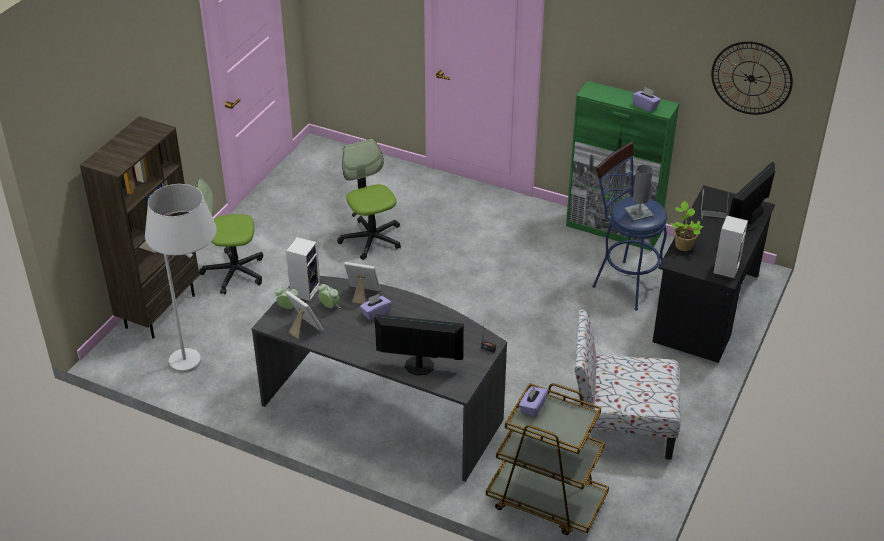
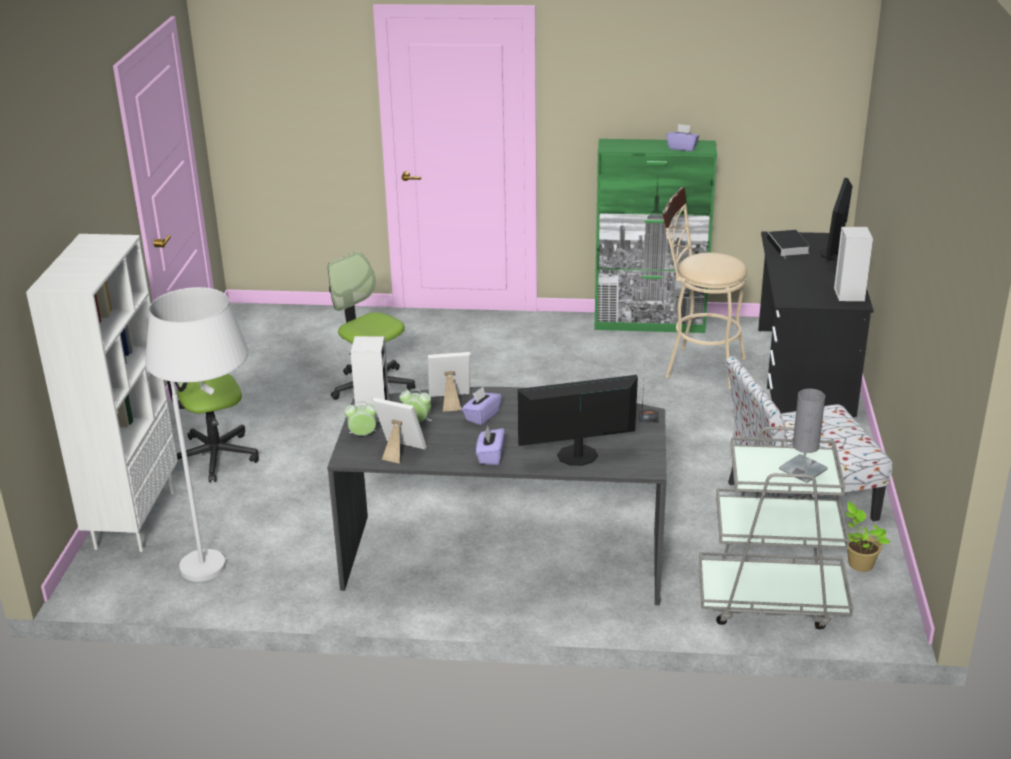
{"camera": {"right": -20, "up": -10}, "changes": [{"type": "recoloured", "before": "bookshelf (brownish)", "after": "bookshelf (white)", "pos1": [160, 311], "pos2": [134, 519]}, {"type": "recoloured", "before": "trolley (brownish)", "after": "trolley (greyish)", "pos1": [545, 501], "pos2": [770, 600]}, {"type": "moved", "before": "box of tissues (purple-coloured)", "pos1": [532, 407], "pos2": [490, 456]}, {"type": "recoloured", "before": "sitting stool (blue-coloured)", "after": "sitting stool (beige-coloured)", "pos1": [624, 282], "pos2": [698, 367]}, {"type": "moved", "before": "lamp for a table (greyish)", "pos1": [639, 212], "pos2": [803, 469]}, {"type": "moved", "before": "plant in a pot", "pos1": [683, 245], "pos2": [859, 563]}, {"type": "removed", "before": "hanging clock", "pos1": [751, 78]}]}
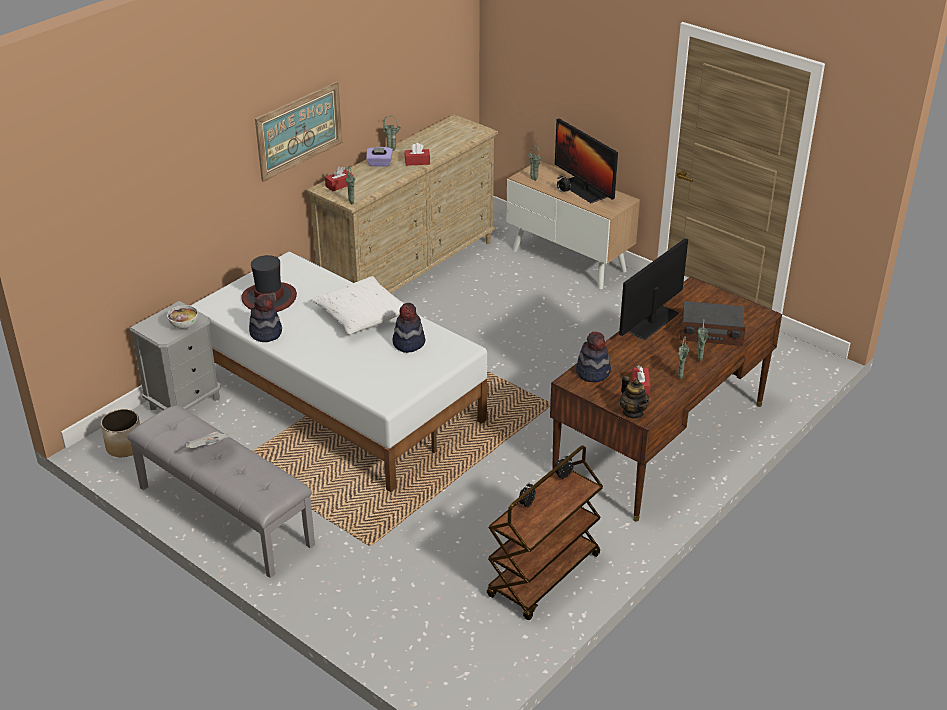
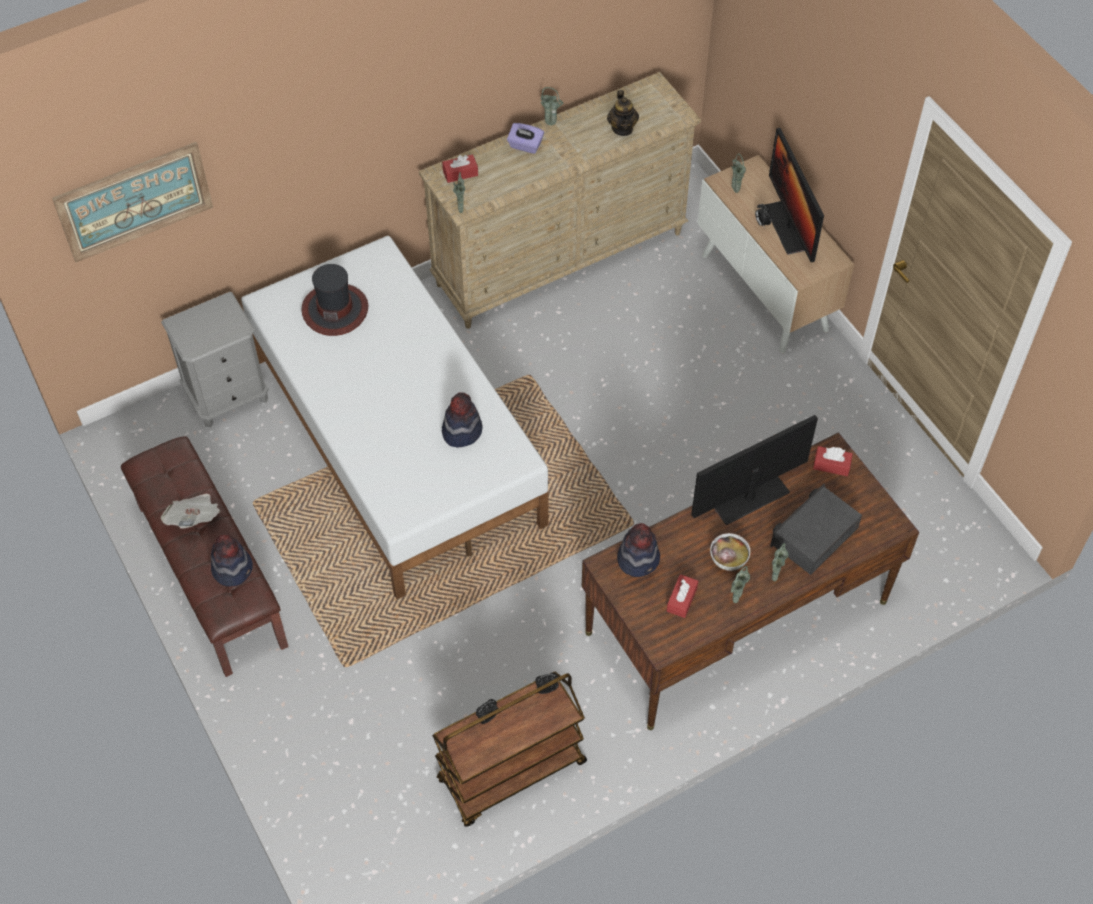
{"camera": {"right": 20, "up": 20}, "changes": [{"type": "removed", "before": "planter", "pos1": [124, 446]}, {"type": "recoloured", "before": "long seat (greyish)", "after": "long seat (brownish)", "pos1": [224, 516], "pos2": [210, 575]}, {"type": "moved", "before": "deep dish", "pos1": [184, 326], "pos2": [728, 560]}, {"type": "moved", "before": "wearable hat", "pos1": [266, 333], "pos2": [233, 568]}, {"type": "moved", "before": "wall picture", "pos1": [299, 130], "pos2": [134, 201]}, {"type": "removed", "before": "throw pillow (white)", "pos1": [362, 315]}, {"type": "moved", "before": "box of tissues (reddish)", "pos1": [417, 162], "pos2": [831, 465]}, {"type": "moved", "before": "teapot", "pos1": [633, 412], "pos2": [622, 128]}, {"type": "turned", "before": "radio receiver", "pos1": [711, 332], "pos2": [813, 536], "turn": 105}]}
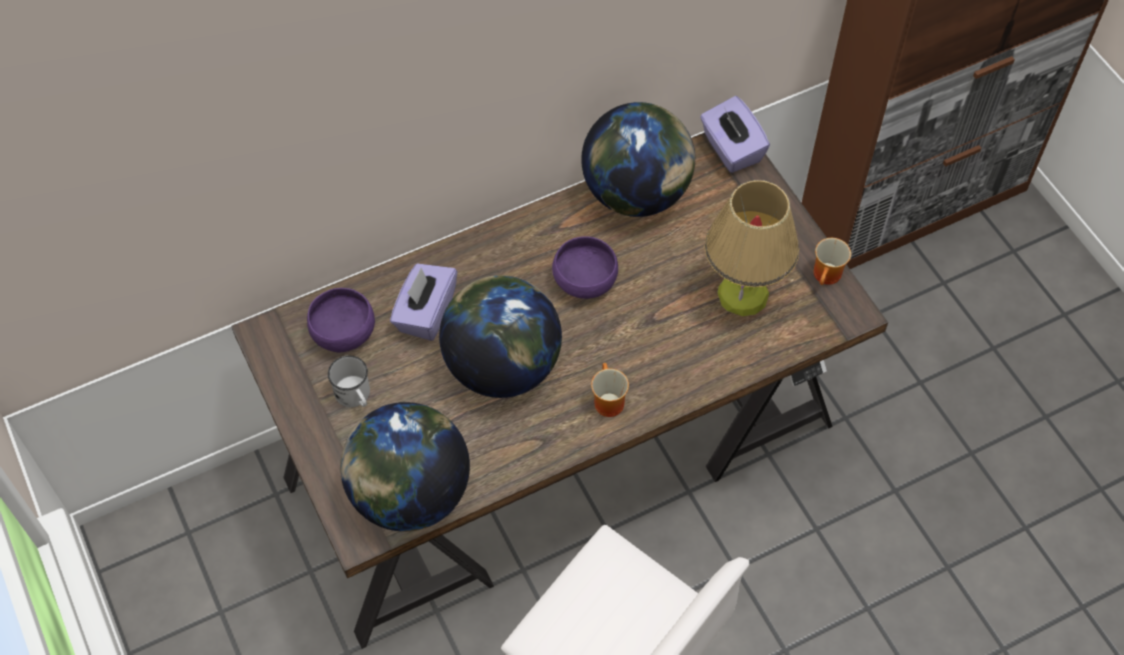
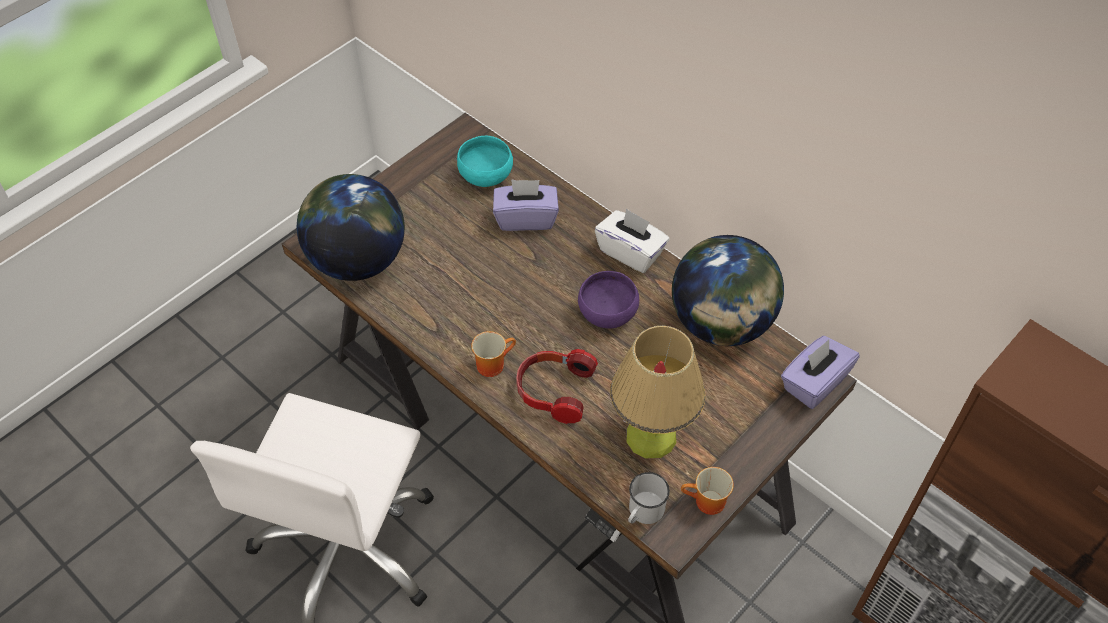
{"camera": {"right": 70, "up": -5}, "changes": [{"type": "recoloured", "before": "deep dish (purple-coloured)", "after": "deep dish (turquoise-coloured)", "pos1": [343, 332], "pos2": [486, 175]}, {"type": "moved", "before": "tea mug (white)", "pos1": [355, 396], "pos2": [643, 512]}, {"type": "removed", "before": "world globe", "pos1": [502, 366]}, {"type": "added", "after": "pair of headphones", "pos2": [553, 390]}, {"type": "added", "after": "box of tissues (white)", "pos2": [631, 252]}]}
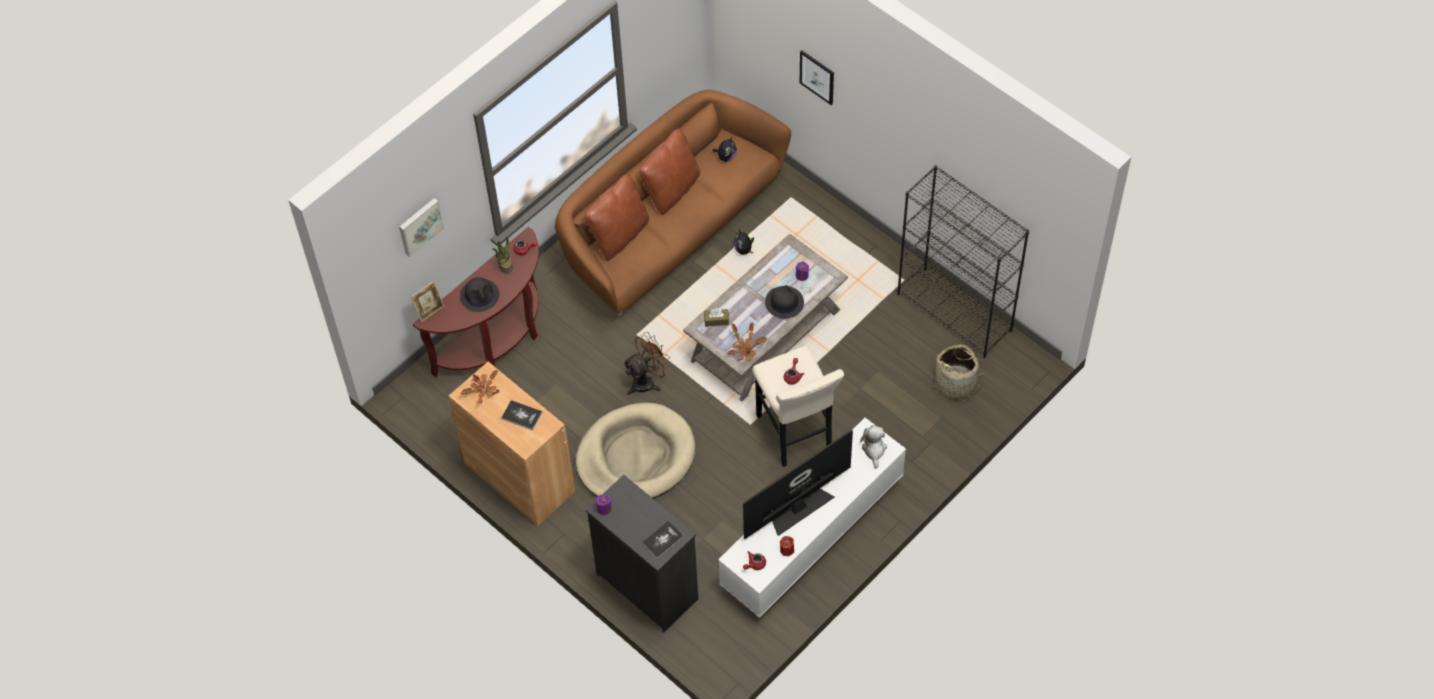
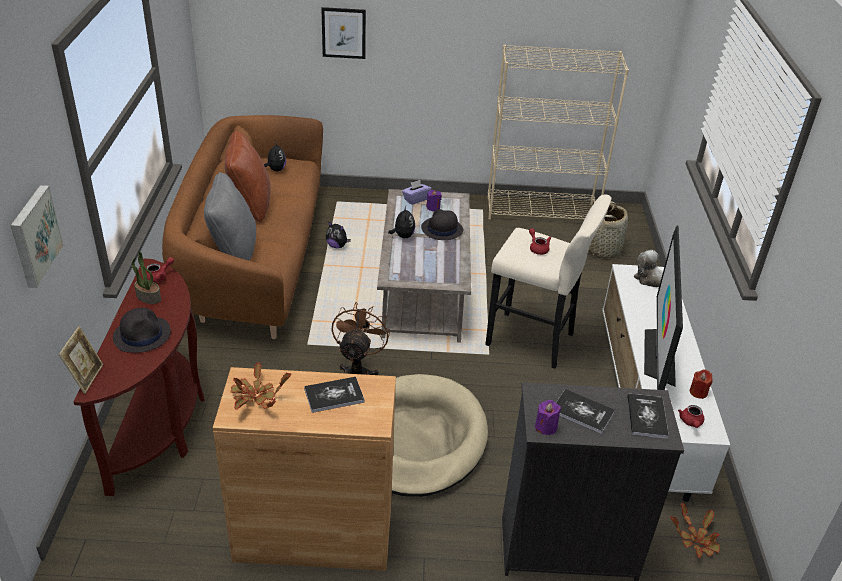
{"camera": {"right": -45, "up": -20}, "changes": [{"type": "recoloured", "before": "throw pillow (brownish)", "after": "throw pillow (greyish)", "pos1": [619, 235], "pos2": [234, 252]}, {"type": "removed", "before": "box of tissues (brownish)", "pos1": [716, 320]}, {"type": "moved", "before": "plant in a pot", "pos1": [745, 348], "pos2": [696, 540]}, {"type": "recoloured", "before": "bookshelf (black-coloured)", "after": "bookshelf (beige-coloured)", "pos1": [955, 312], "pos2": [542, 211]}, {"type": "added", "after": "cuddly toy", "pos2": [403, 236]}, {"type": "added", "after": "box of tissues (purple-coloured)", "pos2": [416, 199]}, {"type": "added", "after": "volume", "pos2": [582, 412]}]}
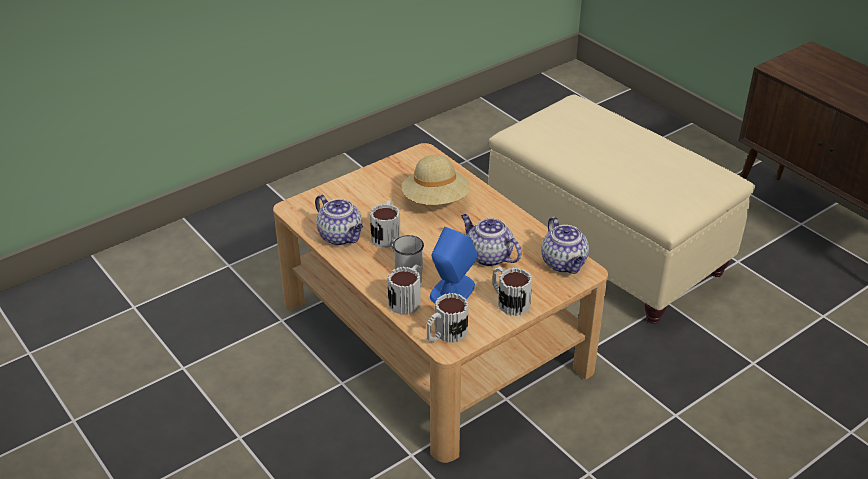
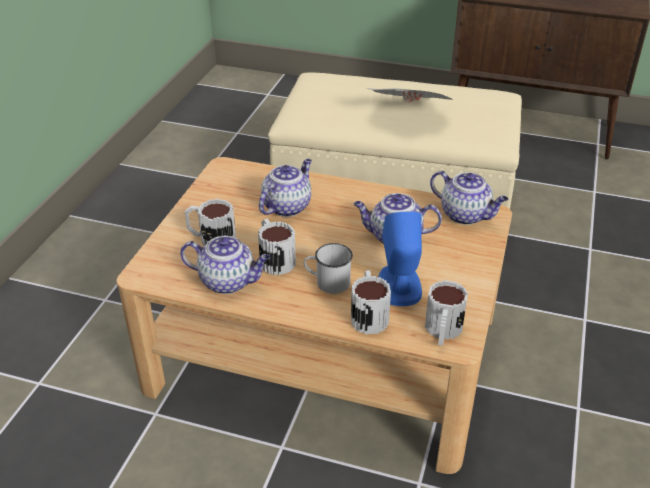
{"camera": {"right": -35, "up": 0}, "changes": [{"type": "replaced", "before": "wearable hat (beige-coloured)", "after": "teapot", "pos1": [436, 200], "pos2": [287, 206]}, {"type": "moved", "before": "tea mug", "pos1": [508, 301], "pos2": [211, 238]}, {"type": "added", "after": "newspaper", "pos2": [409, 115]}]}
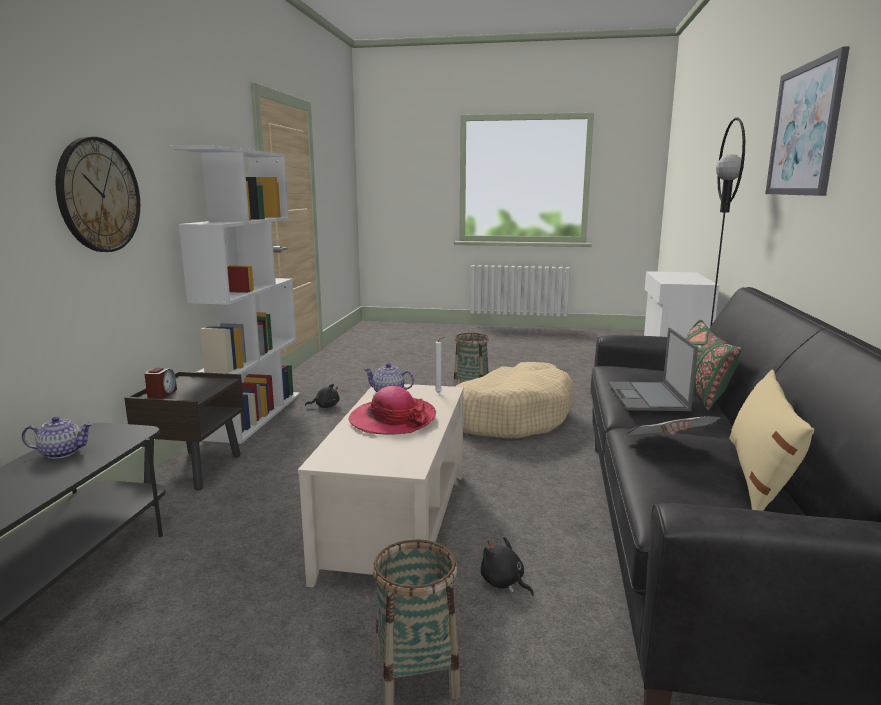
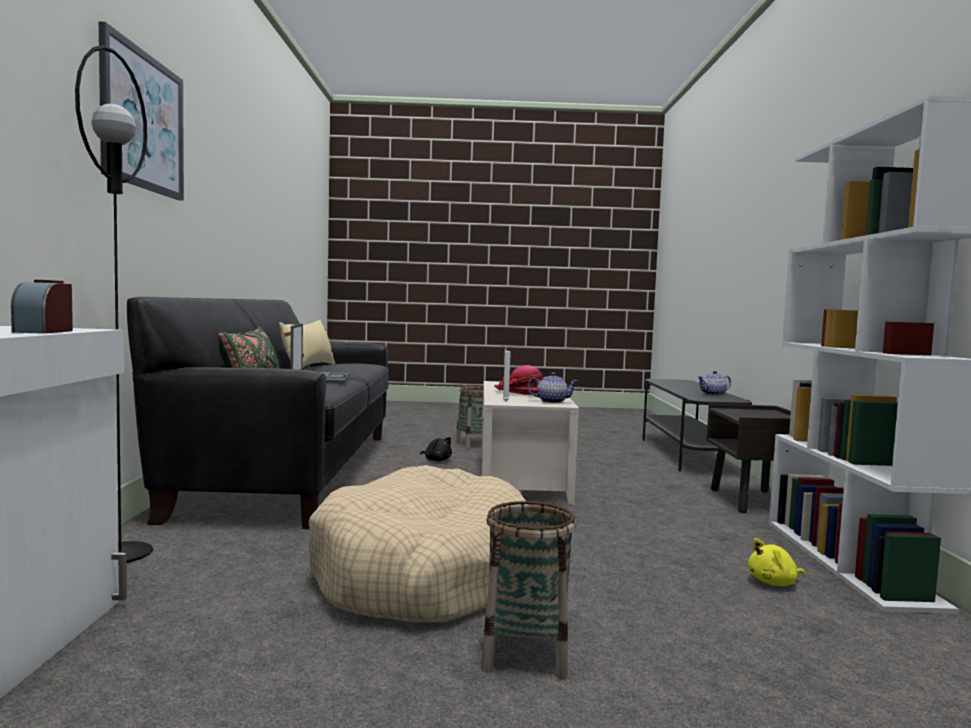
{"camera": {"right": 170, "up": -10}, "changes": [{"type": "removed", "before": "hanging clock", "pos1": [98, 195]}, {"type": "moved", "before": "bedside clock", "pos1": [162, 394], "pos2": [44, 331]}, {"type": "recoloured", "before": "cuddly toy (black-coloured)", "after": "cuddly toy (yellowish)", "pos1": [325, 406], "pos2": [774, 583]}, {"type": "removed", "before": "newspaper", "pos1": [667, 449]}]}
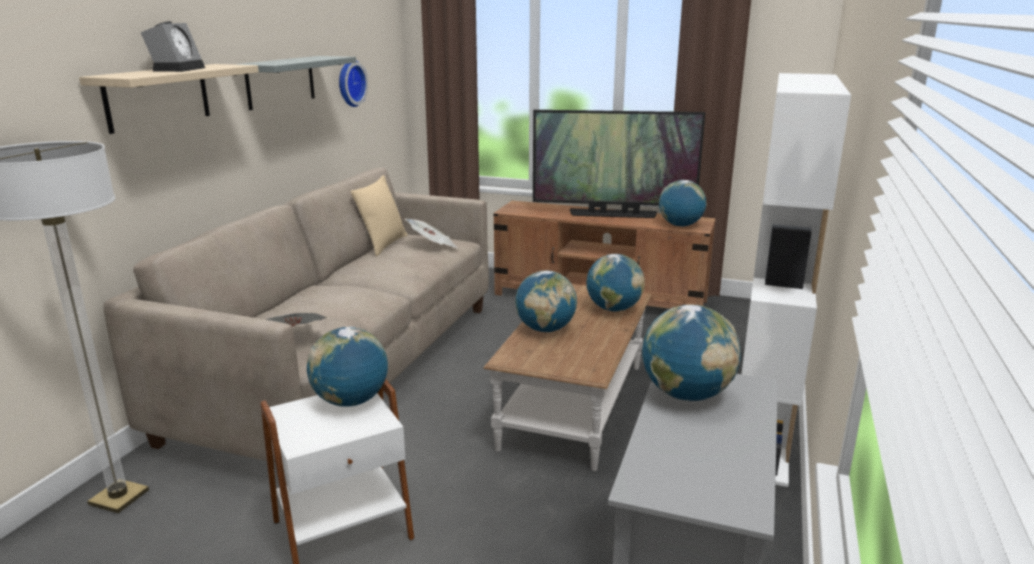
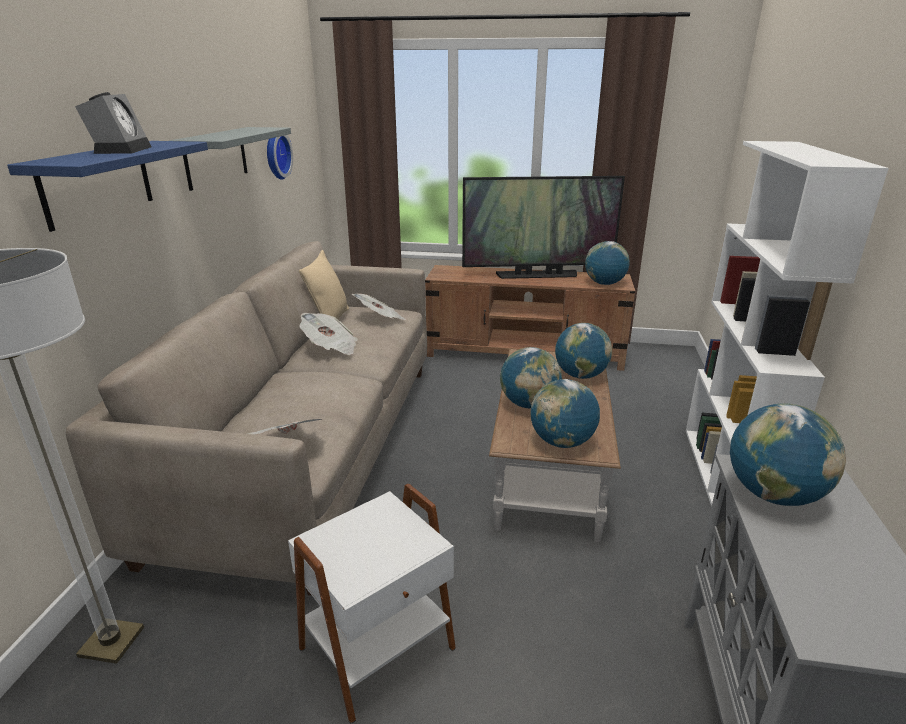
{"camera": {"right": -10, "up": 5}, "changes": [{"type": "recoloured", "before": "wall shelf (beige-coloured)", "after": "wall shelf (blue-coloured)", "pos1": [158, 97], "pos2": [98, 183]}, {"type": "moved", "before": "world globe", "pos1": [351, 401], "pos2": [562, 442]}, {"type": "added", "after": "newspaper", "pos2": [331, 347]}]}
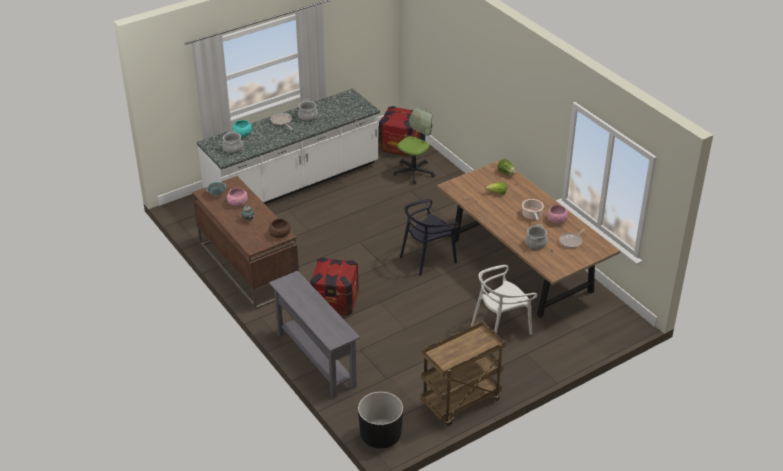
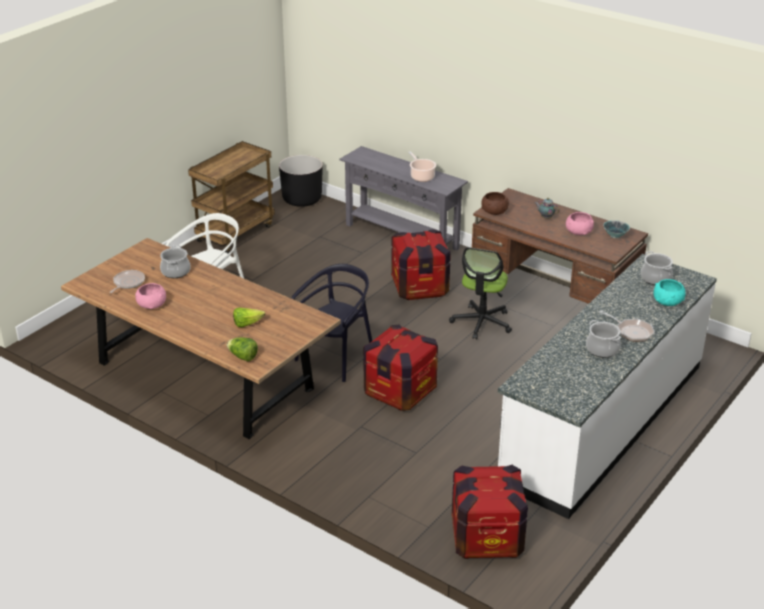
{"camera": {"right": 160, "up": -5}, "changes": [{"type": "moved", "before": "computer chair", "pos1": [414, 172], "pos2": [481, 322]}, {"type": "moved", "before": "cooking pot", "pos1": [532, 215], "pos2": [421, 176]}, {"type": "added", "after": "shipping crate", "pos2": [400, 392]}]}
